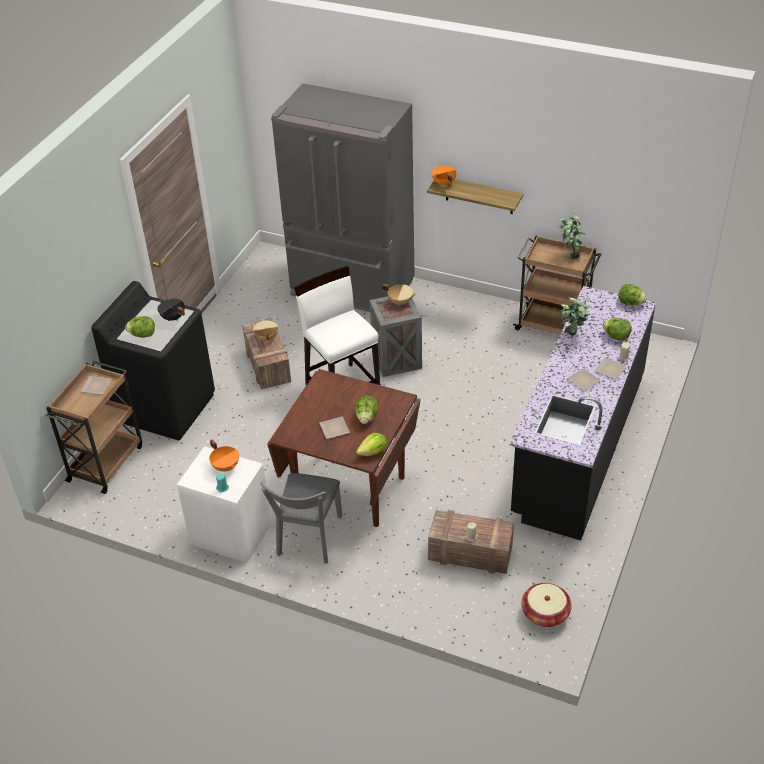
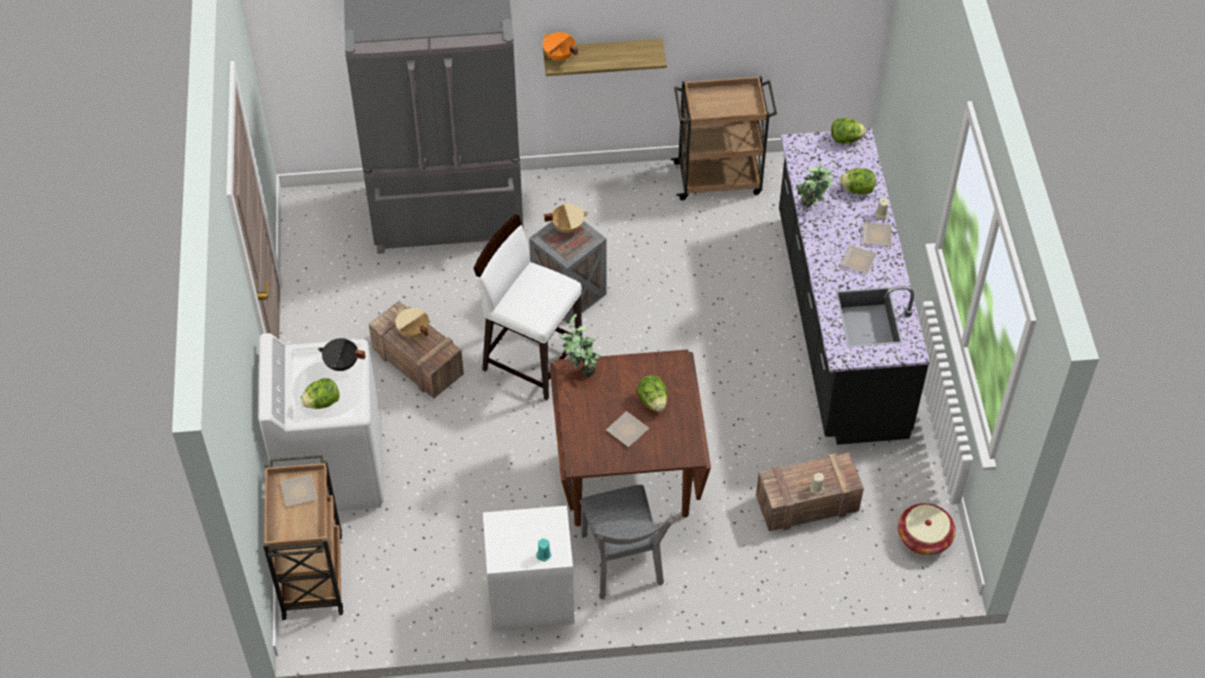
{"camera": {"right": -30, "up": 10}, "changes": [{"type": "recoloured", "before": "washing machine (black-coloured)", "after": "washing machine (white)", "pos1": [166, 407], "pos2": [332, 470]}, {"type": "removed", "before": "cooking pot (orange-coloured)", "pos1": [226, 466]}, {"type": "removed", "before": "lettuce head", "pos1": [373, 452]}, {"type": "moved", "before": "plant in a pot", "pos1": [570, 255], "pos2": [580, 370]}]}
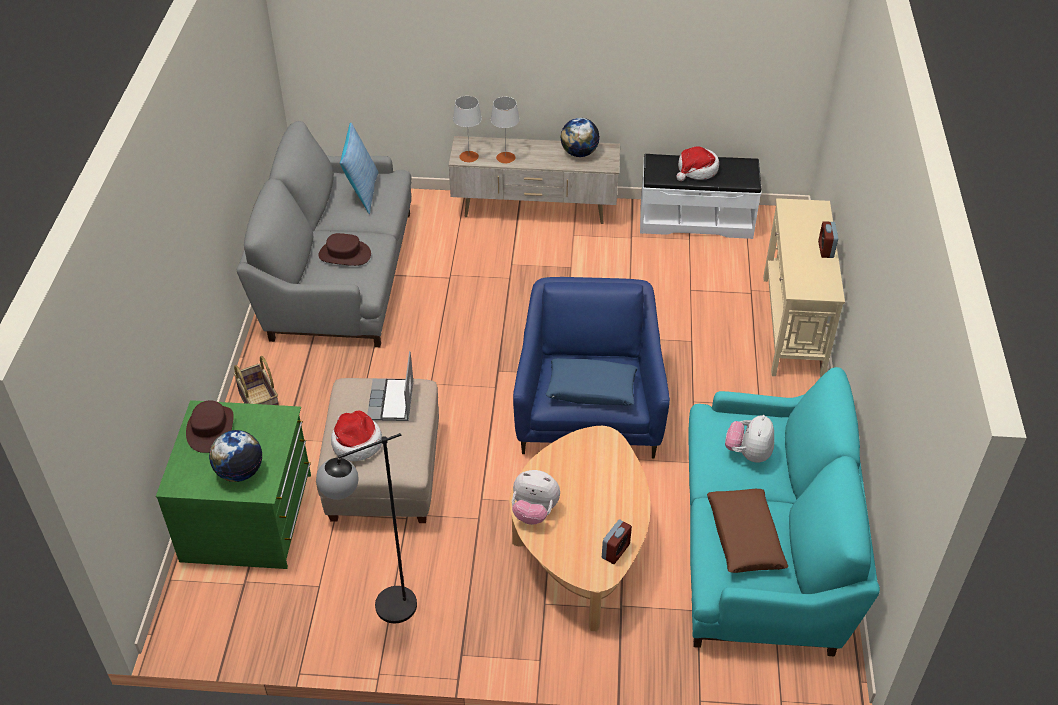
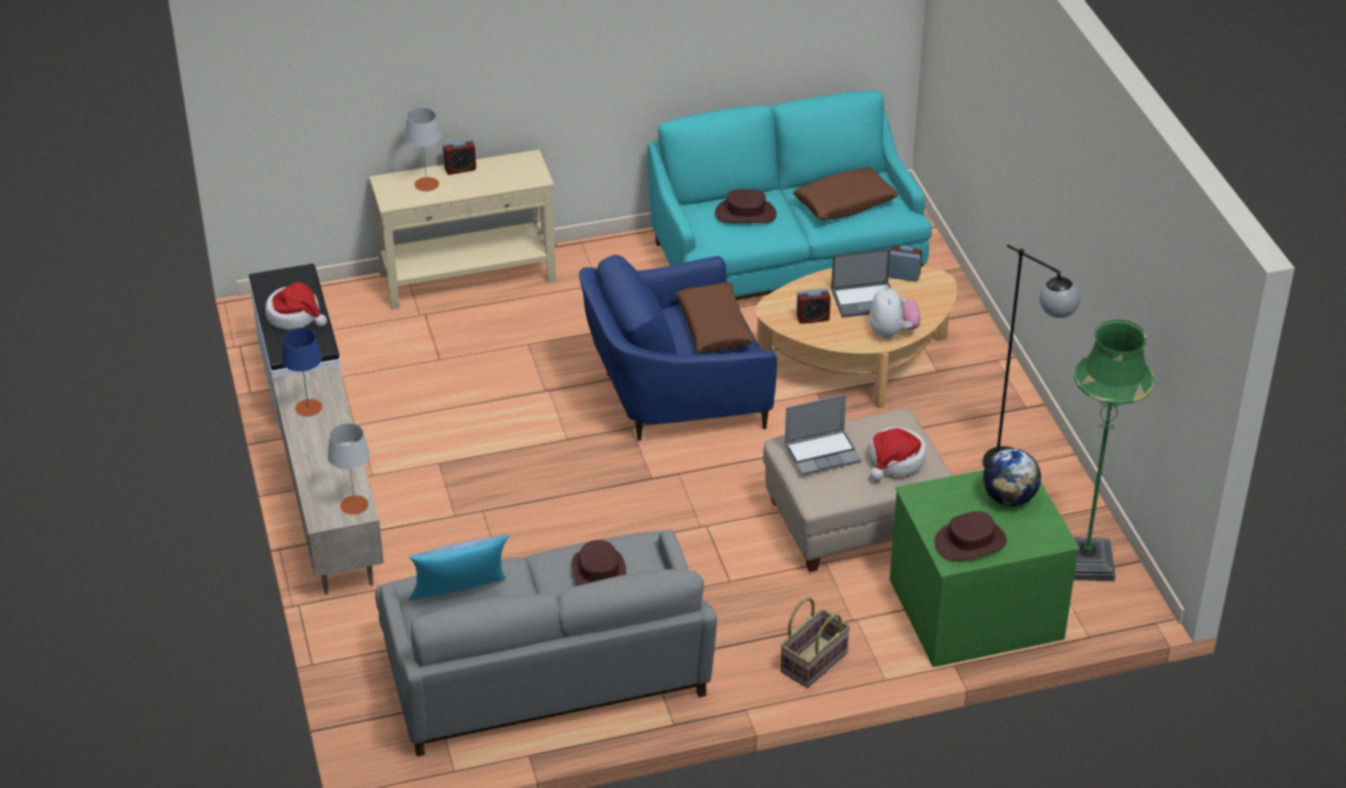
{"camera": {"right": -110, "up": -5}, "changes": [{"type": "moved", "before": "lamp for a table (greyish)", "pos1": [505, 157], "pos2": [426, 184]}, {"type": "recoloured", "before": "throw pillow (blue-coloured)", "after": "throw pillow (brownish)", "pos1": [591, 389], "pos2": [714, 327]}, {"type": "replaced", "before": "world globe", "after": "lamp for a table (blue-coloured)", "pos1": [579, 153], "pos2": [308, 408]}, {"type": "replaced", "before": "cuddly toy", "after": "wearable hat (brownish)", "pos1": [748, 453], "pos2": [745, 214]}, {"type": "added", "after": "bedside clock", "pos2": [812, 318]}, {"type": "added", "after": "portable computer", "pos2": [865, 299]}, {"type": "added", "after": "floor lamp (green)", "pos2": [1085, 562]}]}
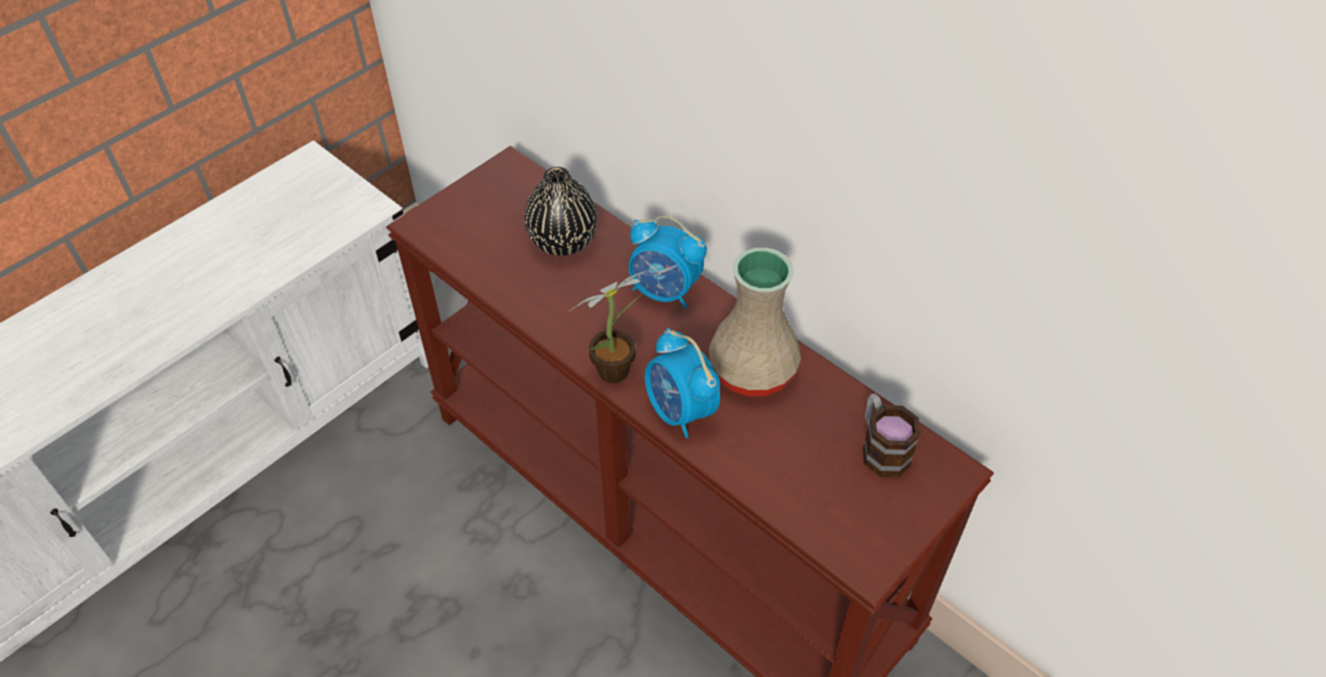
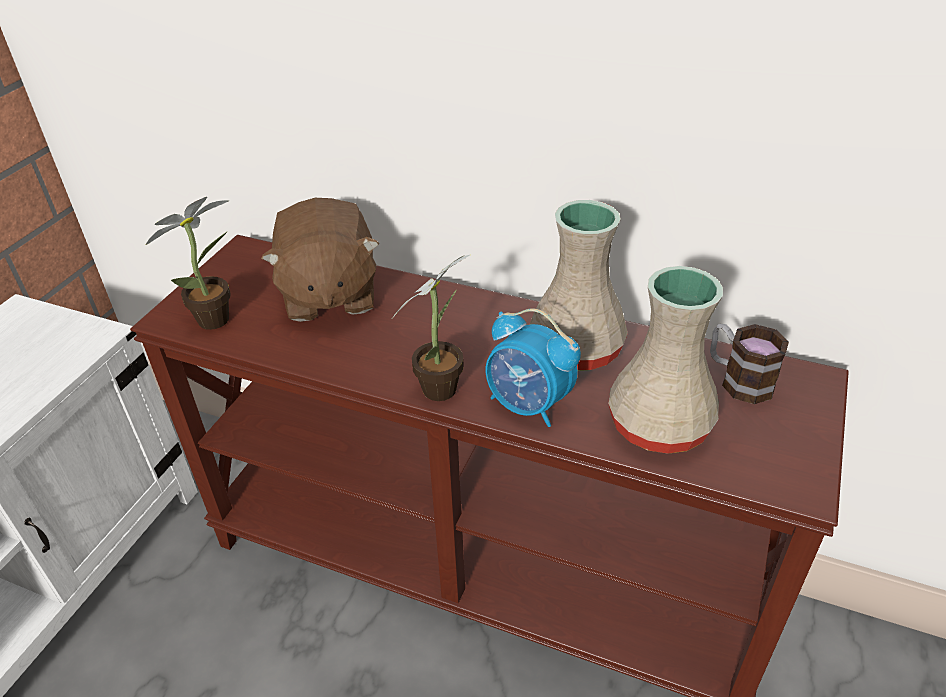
{"camera": {"right": -20, "up": -10}, "changes": [{"type": "replaced", "before": "flower vase (black-coloured)", "after": "cuddly toy (brownish)", "pos1": [563, 241], "pos2": [328, 294]}, {"type": "removed", "before": "bedside clock", "pos1": [665, 291]}, {"type": "added", "after": "plant in a pot", "pos2": [219, 318]}, {"type": "added", "after": "flower vase (beige-coloured)", "pos2": [662, 425]}]}
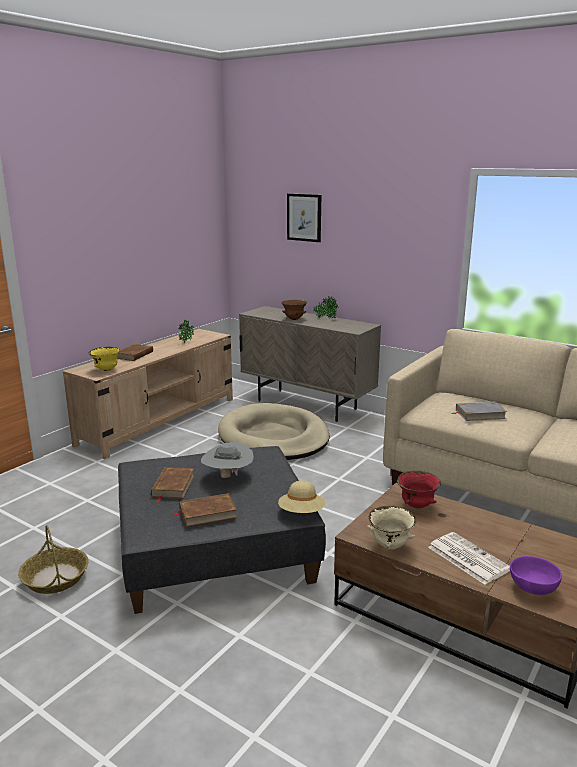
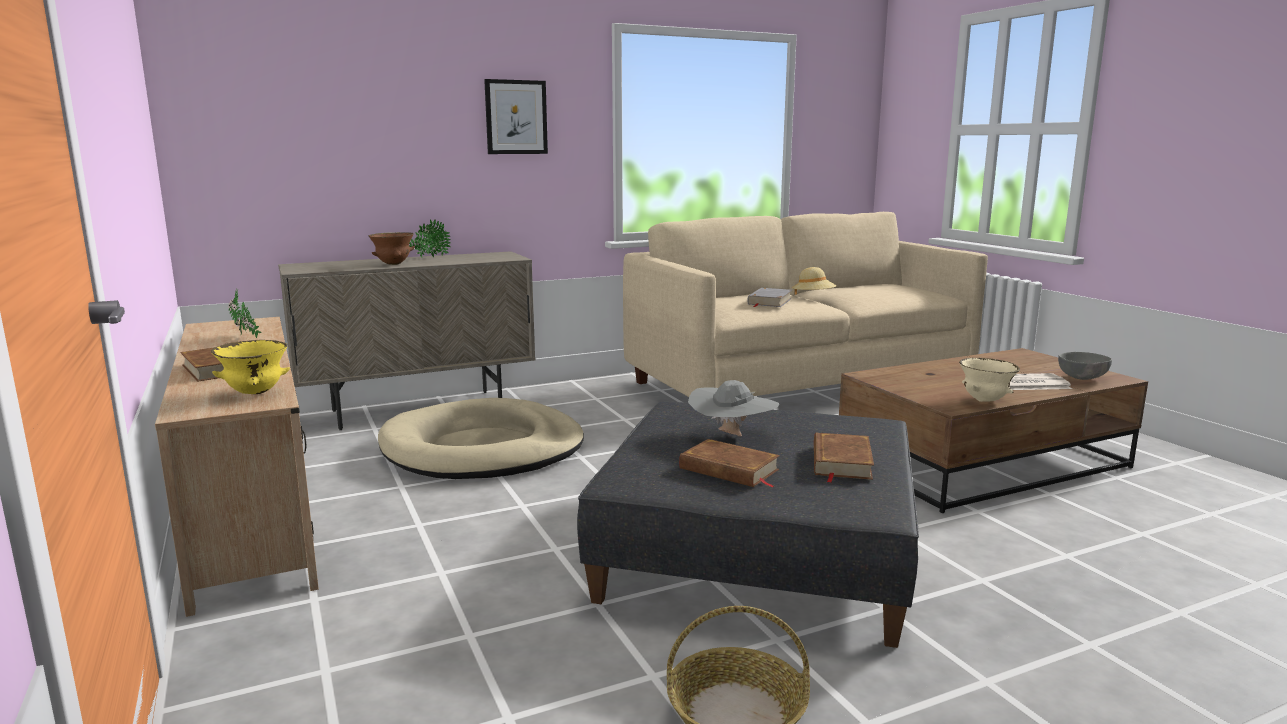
{"camera": {"right": -60, "up": -5}, "changes": [{"type": "moved", "before": "wearable hat (beige-coloured)", "pos1": [301, 513], "pos2": [813, 297]}, {"type": "moved", "before": "wall picture", "pos1": [304, 217], "pos2": [516, 117]}, {"type": "removed", "before": "deep dish (reddish)", "pos1": [416, 505]}, {"type": "recoloured", "before": "deep dish (purple-coloured)", "after": "deep dish (greyish)", "pos1": [531, 589], "pos2": [1082, 378]}]}
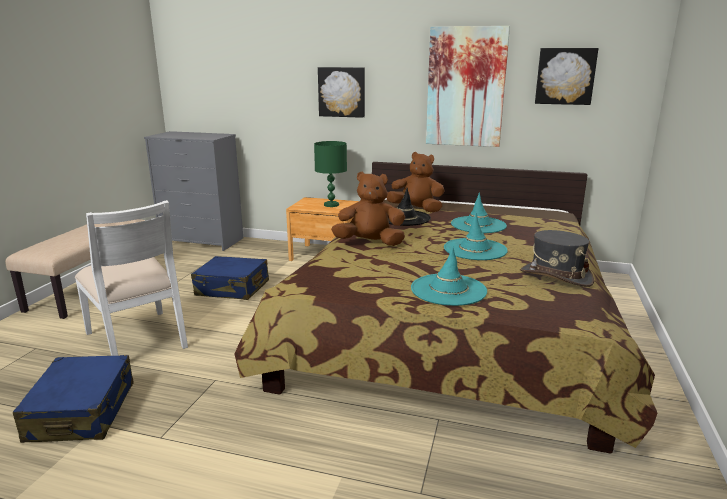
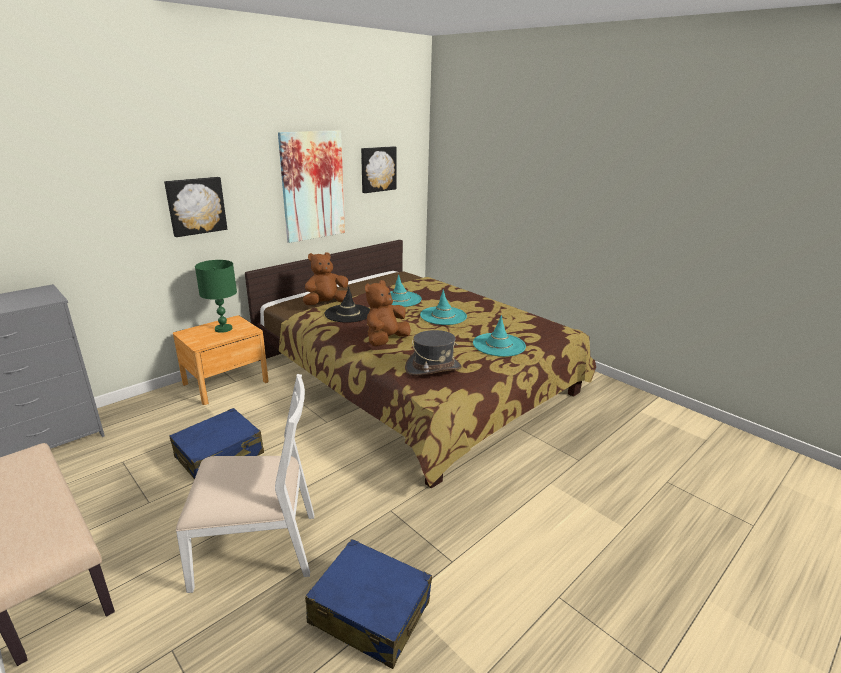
{"camera": {"right": -60, "up": 5}, "changes": [{"type": "moved", "before": "wearable hat (greyish)", "pos1": [555, 276], "pos2": [433, 368]}]}
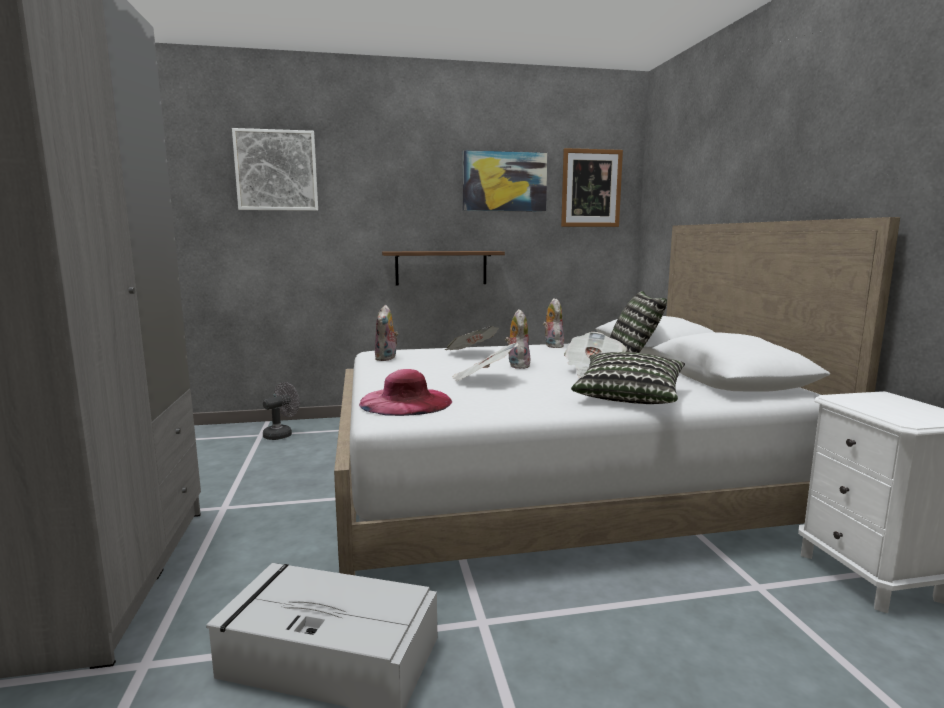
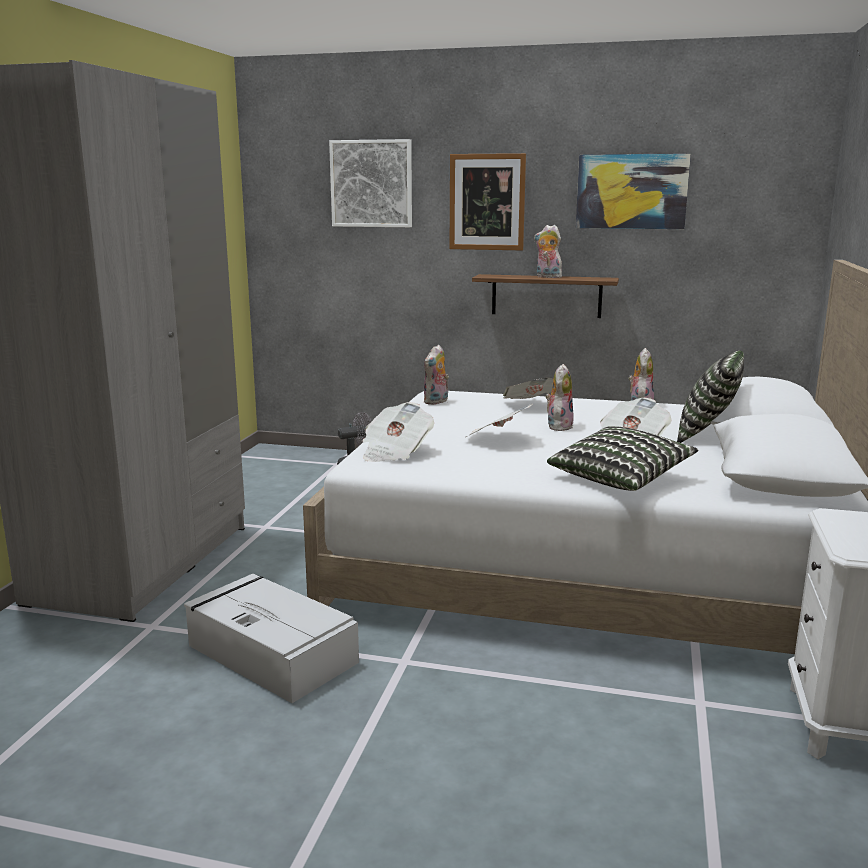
{"camera": {"right": 25, "up": 5}, "changes": [{"type": "replaced", "before": "wearable hat (pinkish)", "after": "newspaper", "pos1": [405, 402], "pos2": [395, 452]}, {"type": "moved", "before": "wall picture", "pos1": [591, 188], "pos2": [487, 202]}, {"type": "added", "after": "cuddly toy", "pos2": [547, 277]}]}
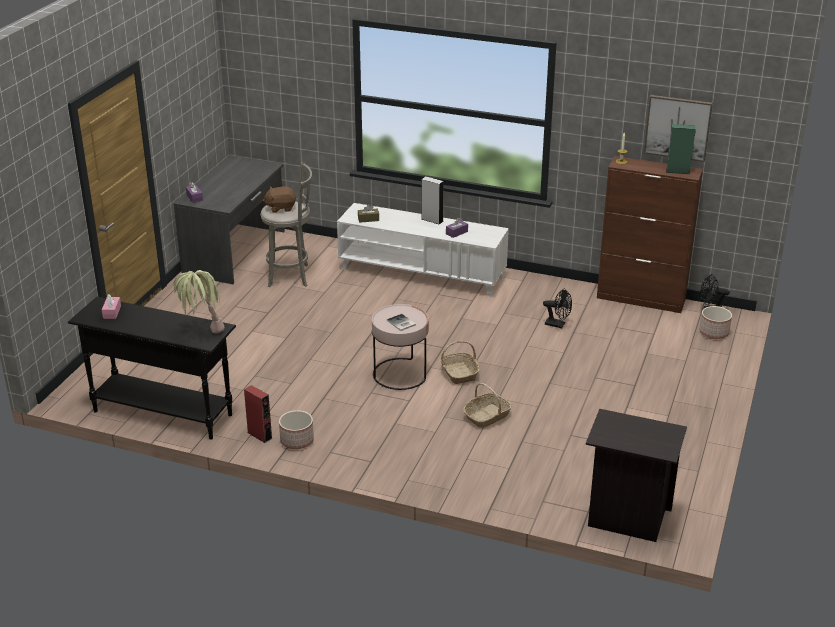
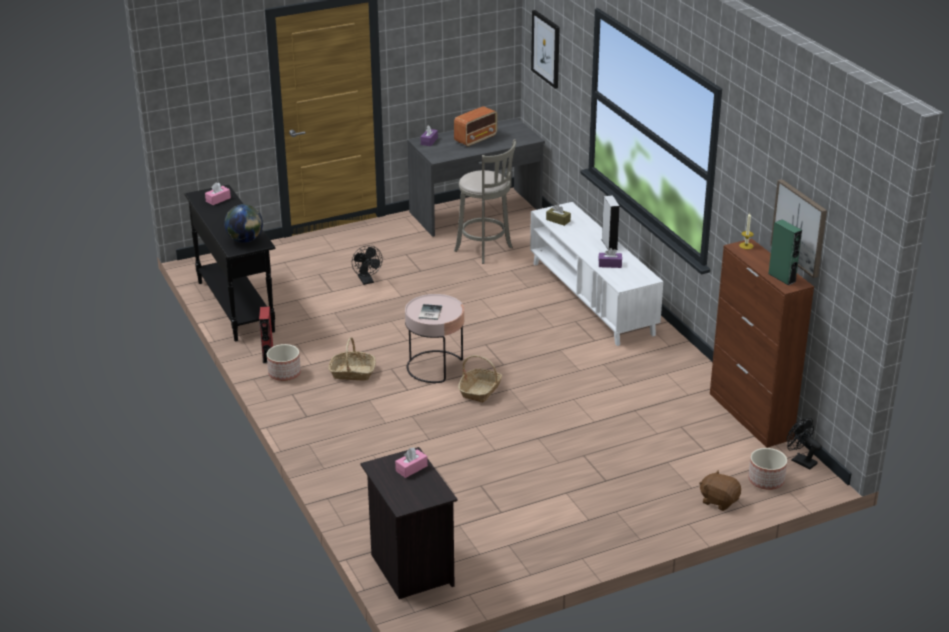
{"camera": {"right": 45, "up": 0}, "changes": [{"type": "replaced", "before": "plant in a pot", "after": "world globe", "pos1": [201, 332], "pos2": [245, 240]}, {"type": "moved", "before": "cuddly toy (brownish)", "pos1": [280, 208], "pos2": [719, 501]}, {"type": "moved", "before": "household basket", "pos1": [487, 416], "pos2": [352, 373]}, {"type": "moved", "before": "fan (black-coloured)", "pos1": [558, 324], "pos2": [367, 281]}, {"type": "added", "after": "box of tissues (pinkish)", "pos2": [411, 468]}, {"type": "added", "after": "radio receiver", "pos2": [476, 139]}, {"type": "added", "after": "wall picture", "pos2": [546, 48]}]}
